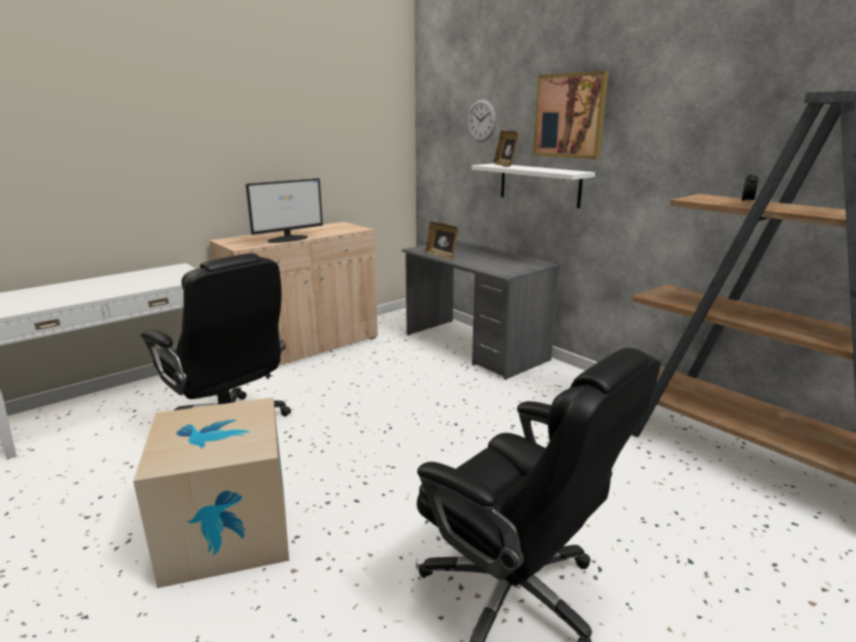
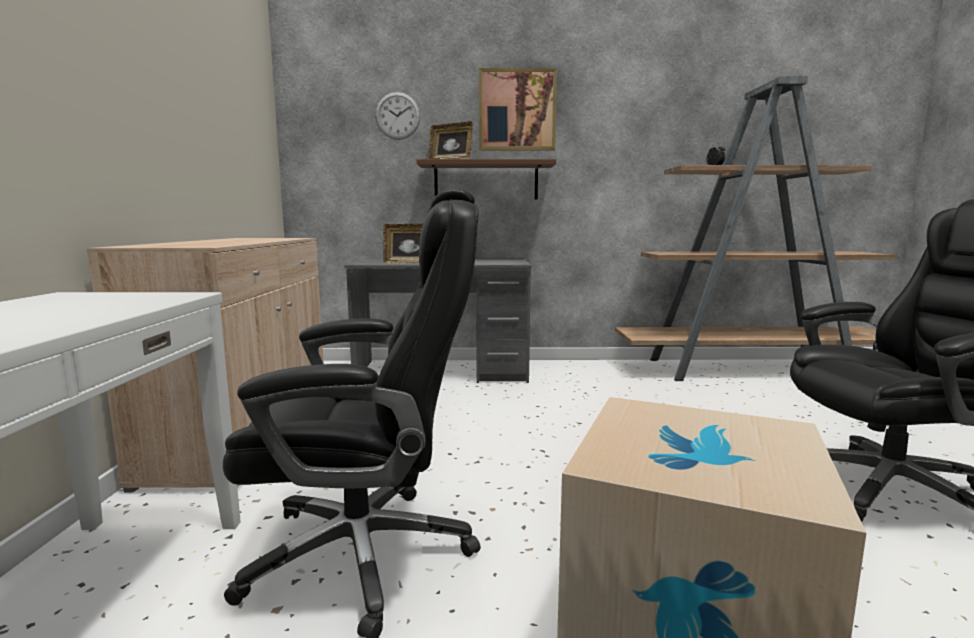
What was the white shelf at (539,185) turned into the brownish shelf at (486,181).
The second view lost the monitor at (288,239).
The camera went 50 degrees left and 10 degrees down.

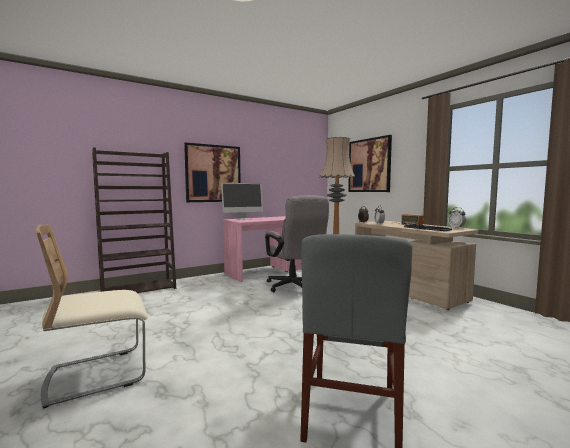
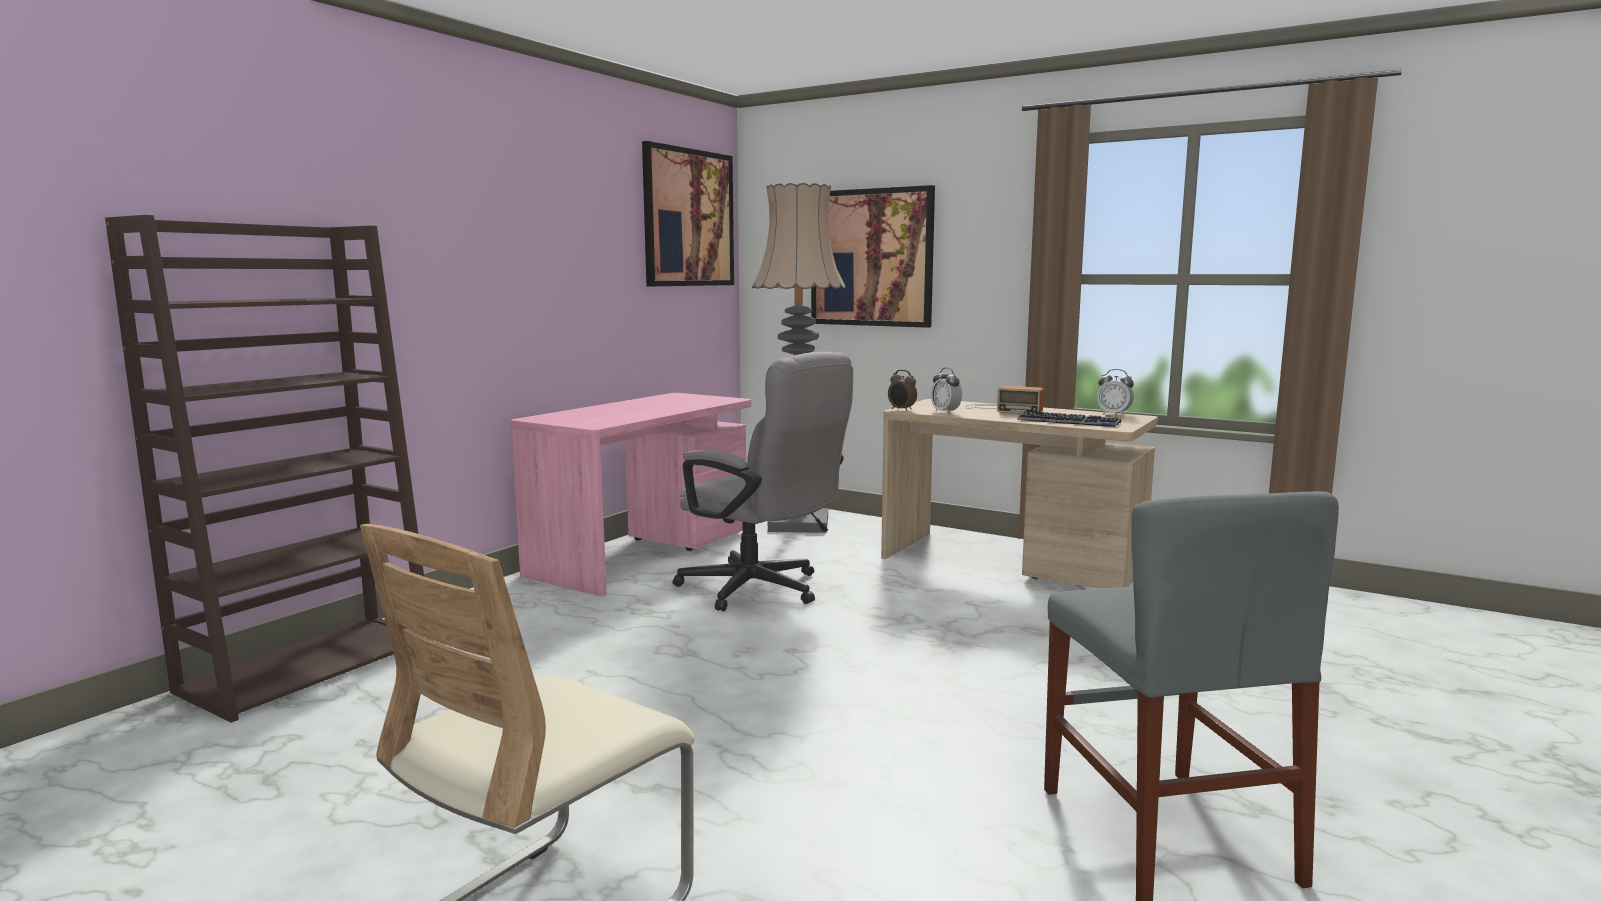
The wall picture ended up elsewhere, having gone from (213,173) to (688,218).
The second view lost the monitor at (243,218).
The camera went 25 degrees left and 5 degrees up.

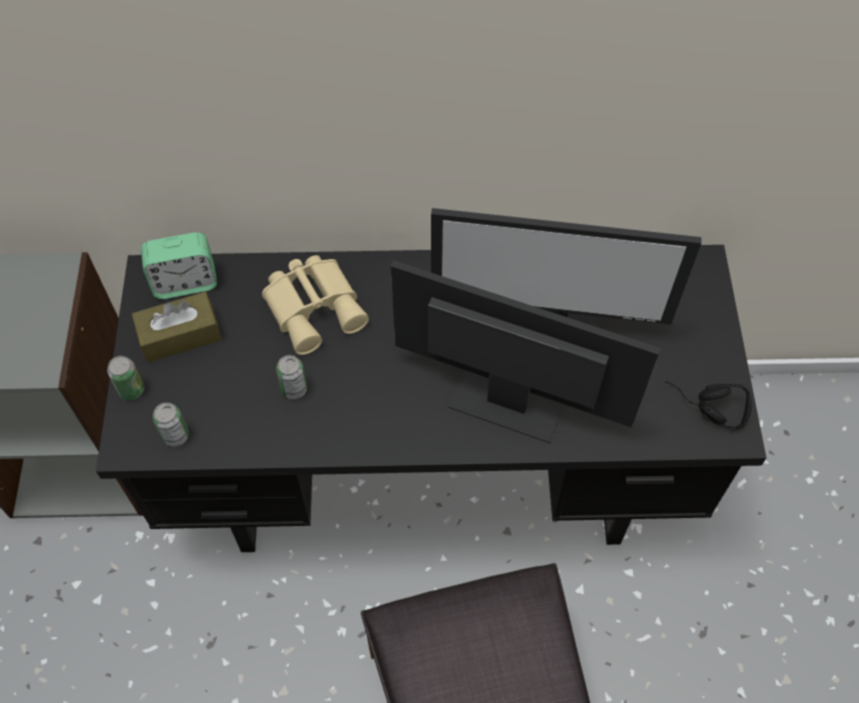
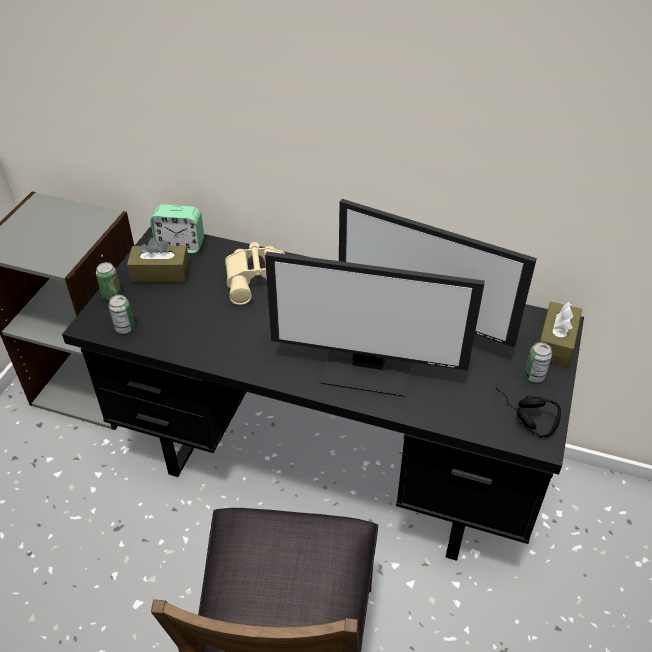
The monitor at (507,400) ended up facing another way, 150 degrees clockwise from before.
The sealed can ended up elsewhere, having gone from (294,389) to (534,376).
The second view gained the brownish box of tissues at (556,343).
The camera went 20 degrees right and 15 degrees down.

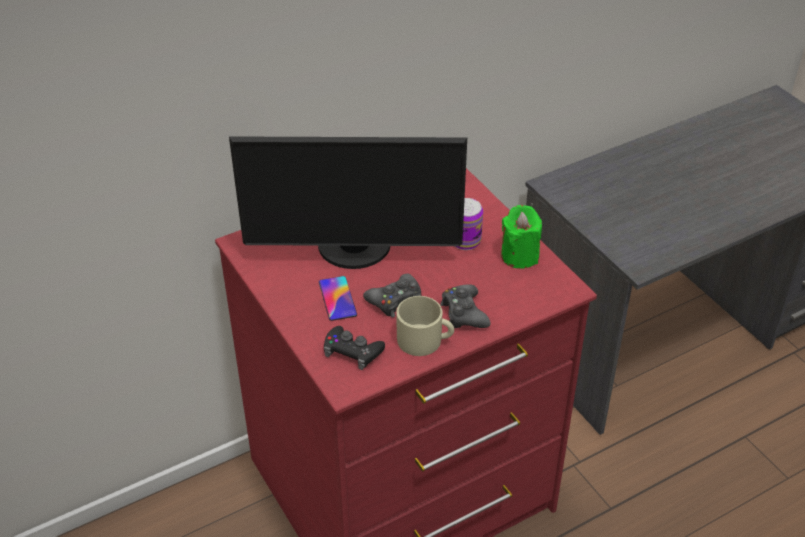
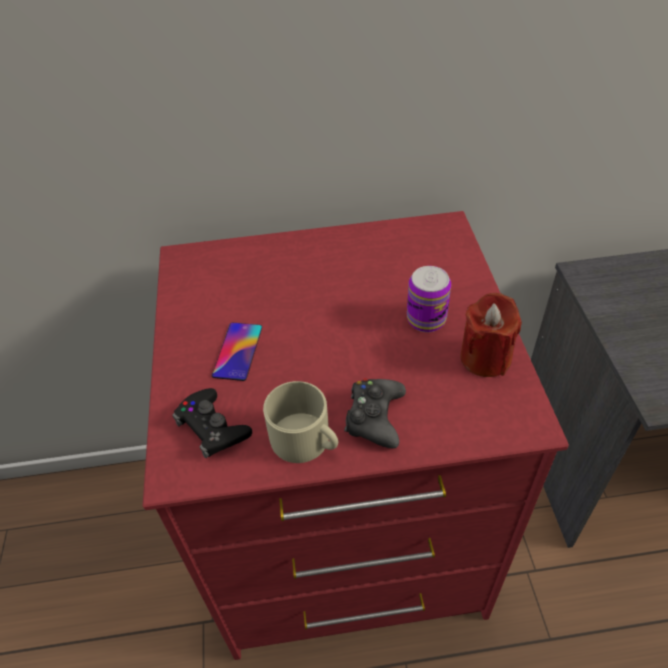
The second view lost the monitor at (354,250).
What was the green-coloured wax candle at (519,256) turned into the red wax candle at (485,357).
The second view lost the black gamepad at (395,300).
The camera went 25 degrees right and 5 degrees up.

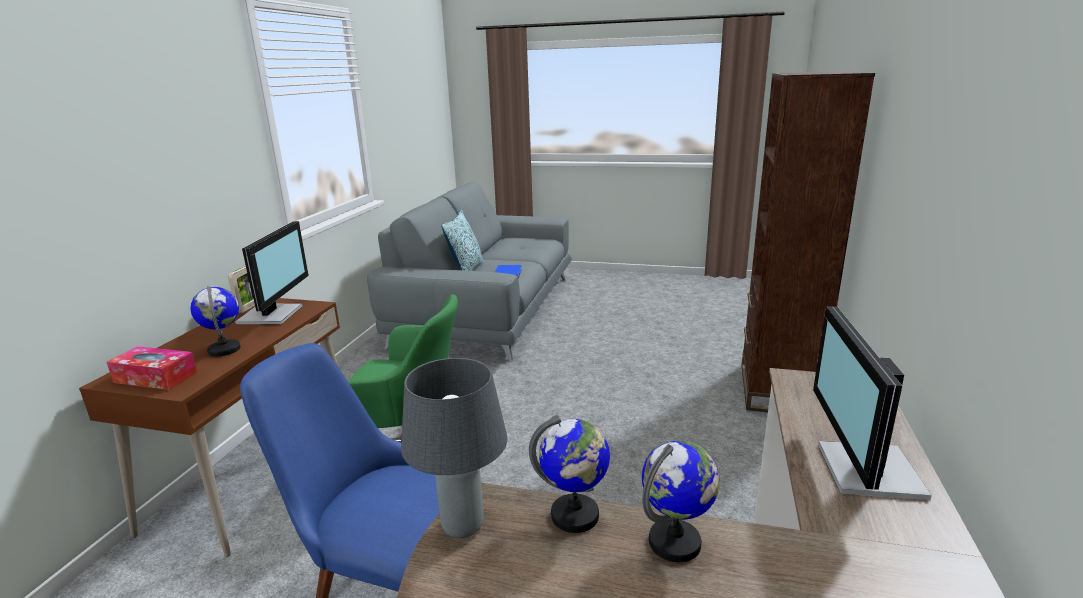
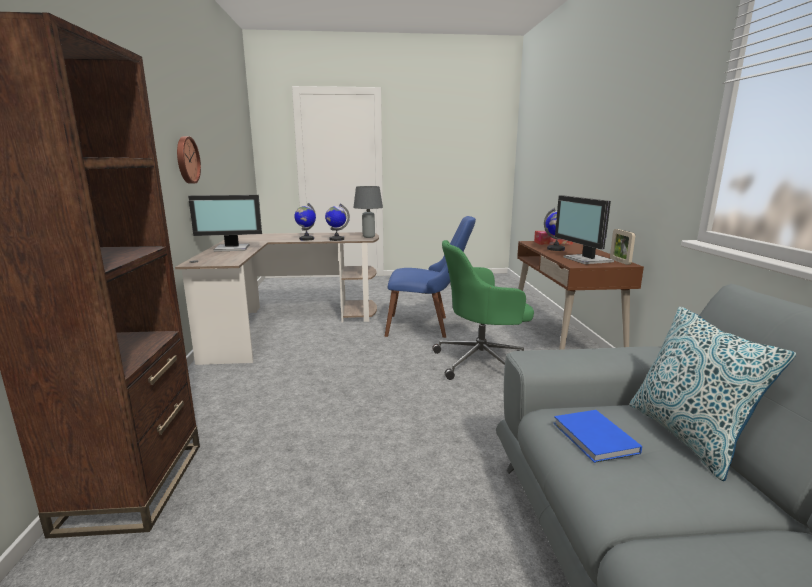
The monitor at (865,471) ended up facing another way, 90 degrees clockwise from before.
The second view gained the wall clock at (186,160).
The camera went 160 degrees right and 5 degrees down.

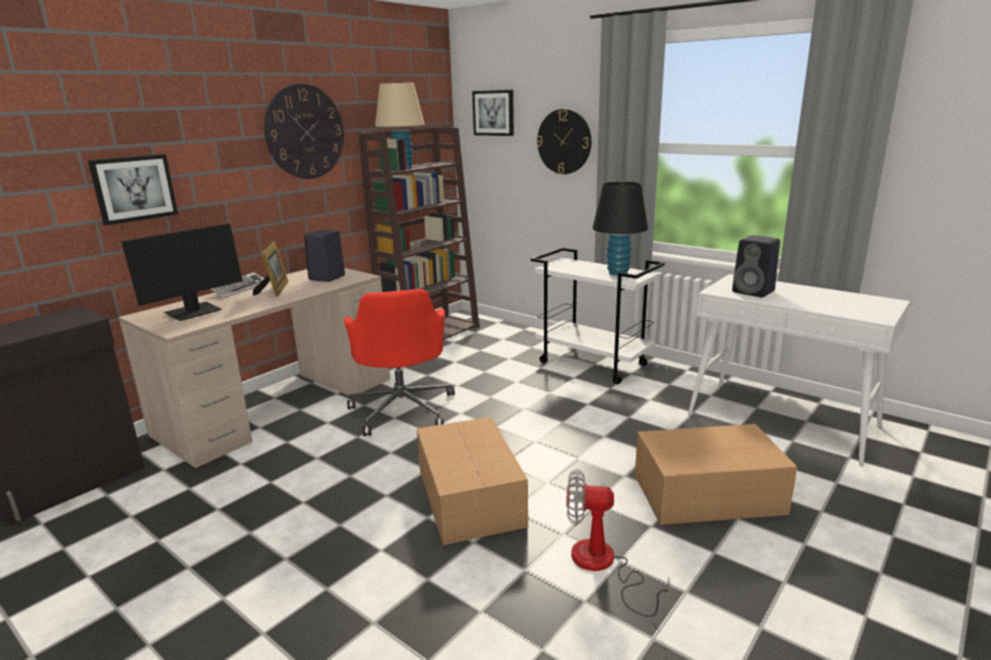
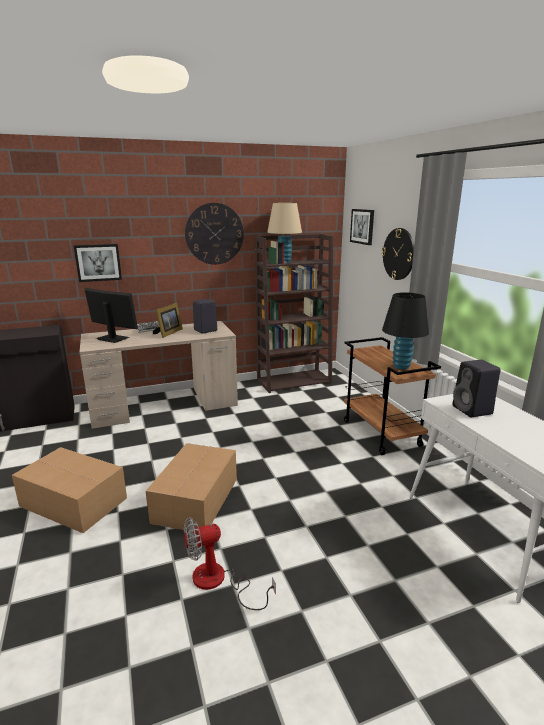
The monitor at (193,312) ended up facing another way, 135 degrees counterclockwise from before.
What was the white trolley at (594,364) turned into the brownish trolley at (382,434).
The second view lost the red computer chair at (403,409).
The cardboard box ended up elsewhere, having gone from (710,494) to (74,503).
The cooling fan at (603,566) ended up facing another way, 60 degrees counterclockwise from before.
The camera went 30 degrees right and 0 degrees up.

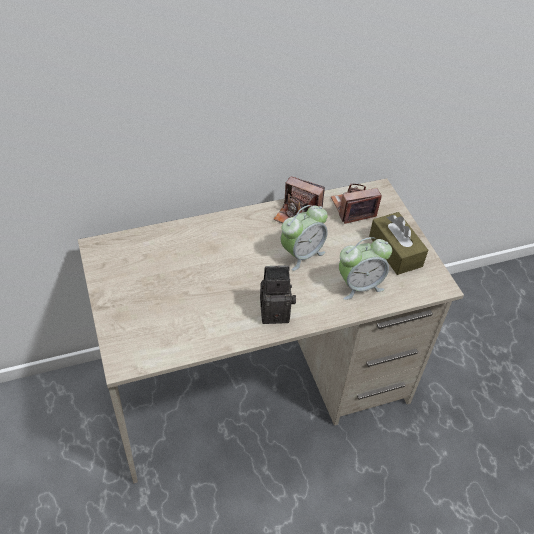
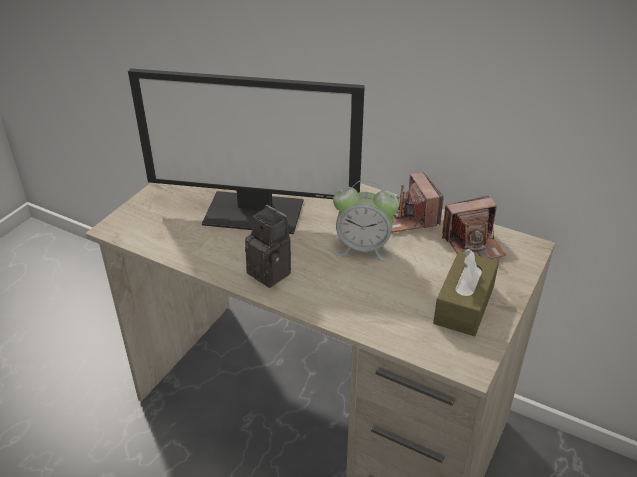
The photo camera at (352,208) ended up facing another way, 135 degrees clockwise from before.
The second view lost the alarm clock at (359,285).
The second view gained the monitor at (255,211).
The camera went 50 degrees right and 10 degrees down.

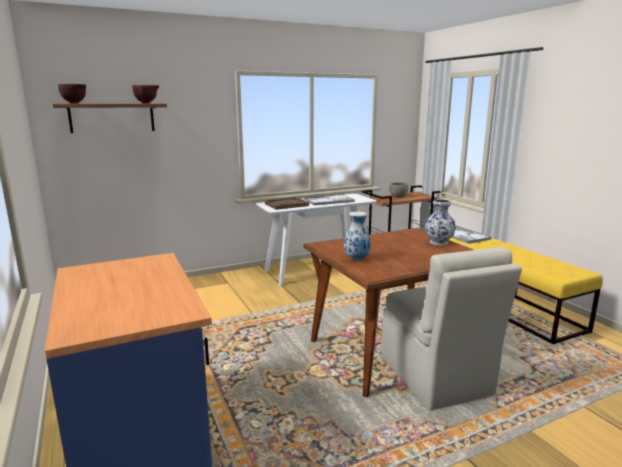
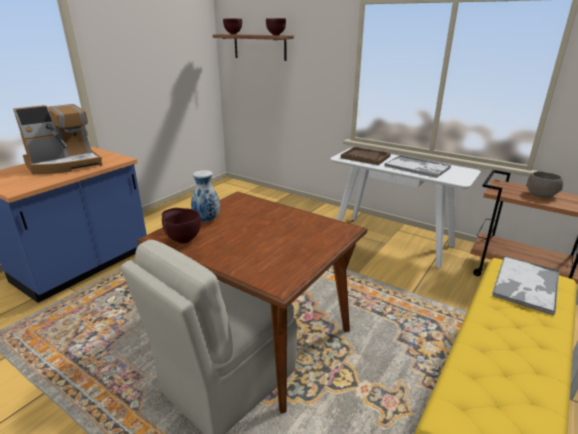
The second view lost the vase at (439,242).
The second view gained the coffee brewer at (65,164).
The second view gained the brownish serving bowl at (182,240).
The camera went 60 degrees right and 10 degrees up.

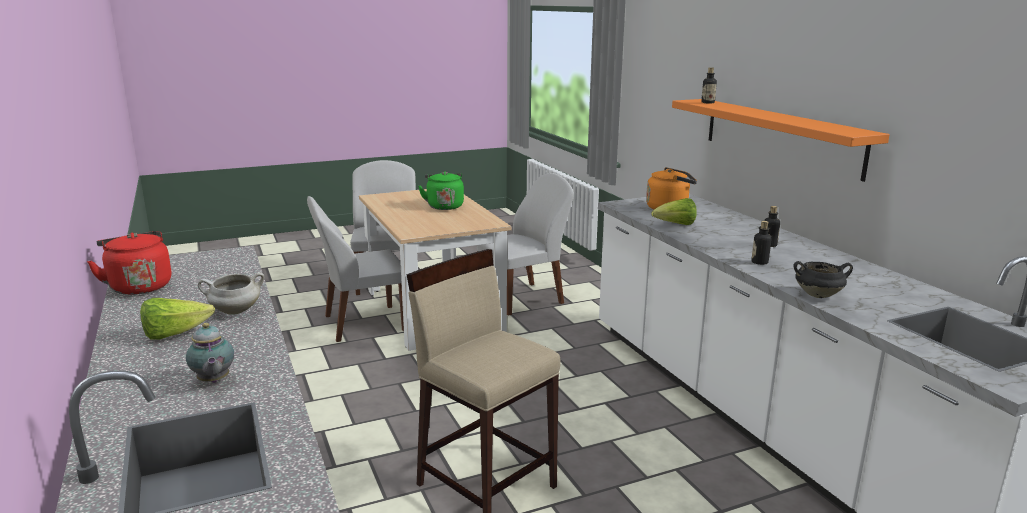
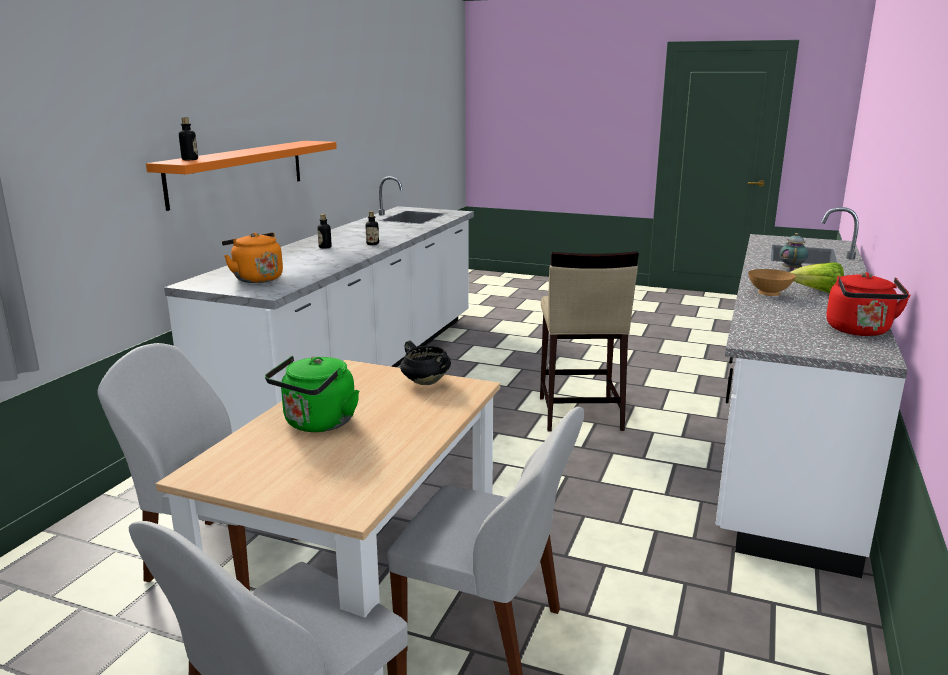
The second view lost the lettuce at (675,225).
The black stockpot ended up elsewhere, having gone from (818,295) to (424,382).
Where the white stockpot stood at (235,312), the brownish serving bowl came to stand at (769,294).
The camera went 135 degrees left and 0 degrees up.

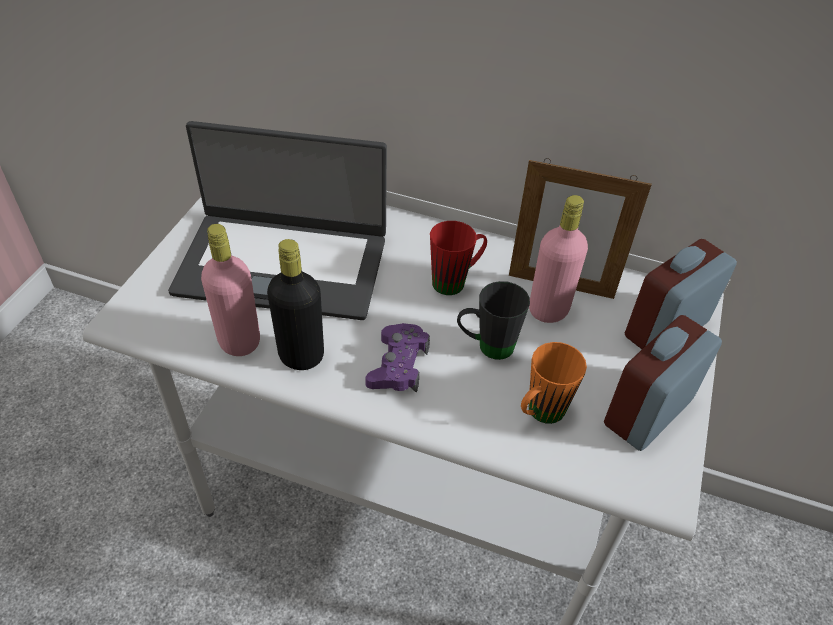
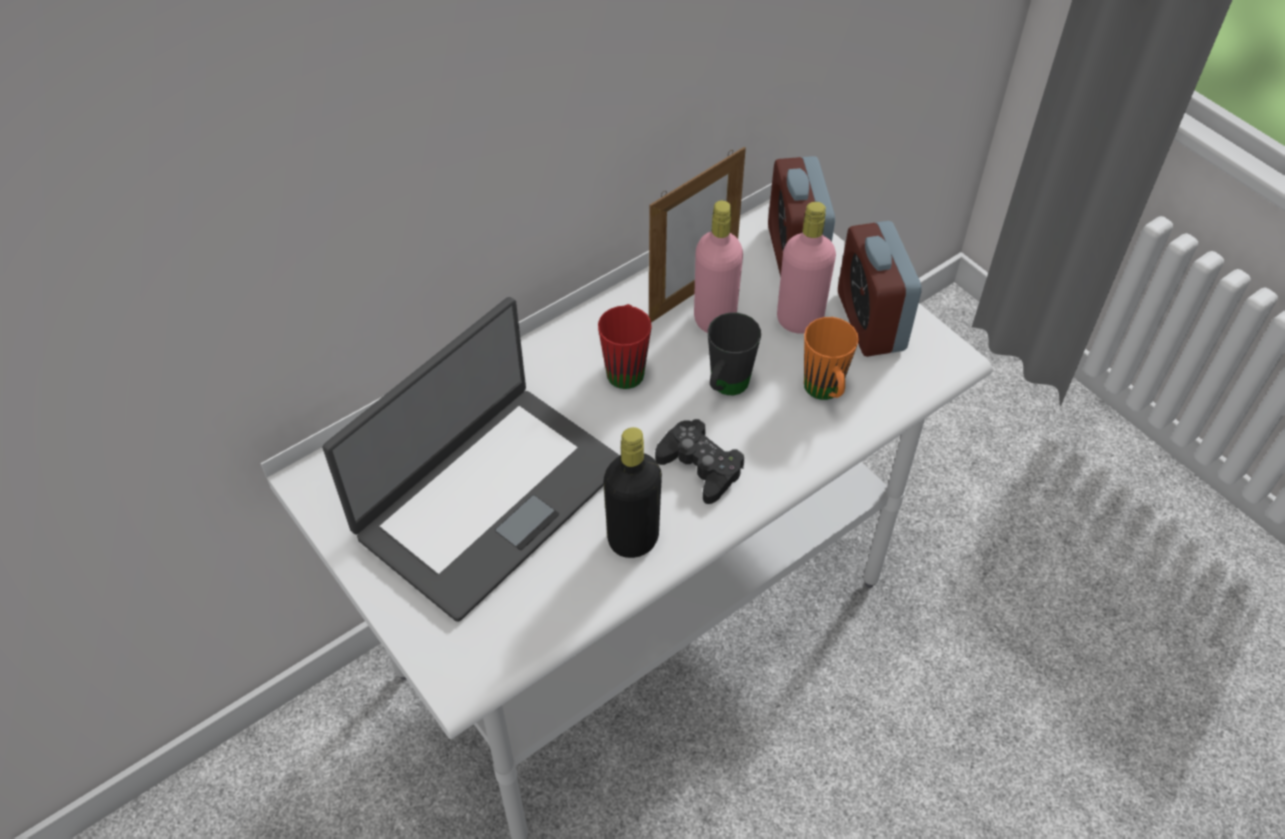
The pink-coloured drink bottle ended up elsewhere, having gone from (239,341) to (799,320).
What was the purplish gamepad at (398,365) turned into the black gamepad at (700,466).
The camera went 55 degrees left and 5 degrees up.

